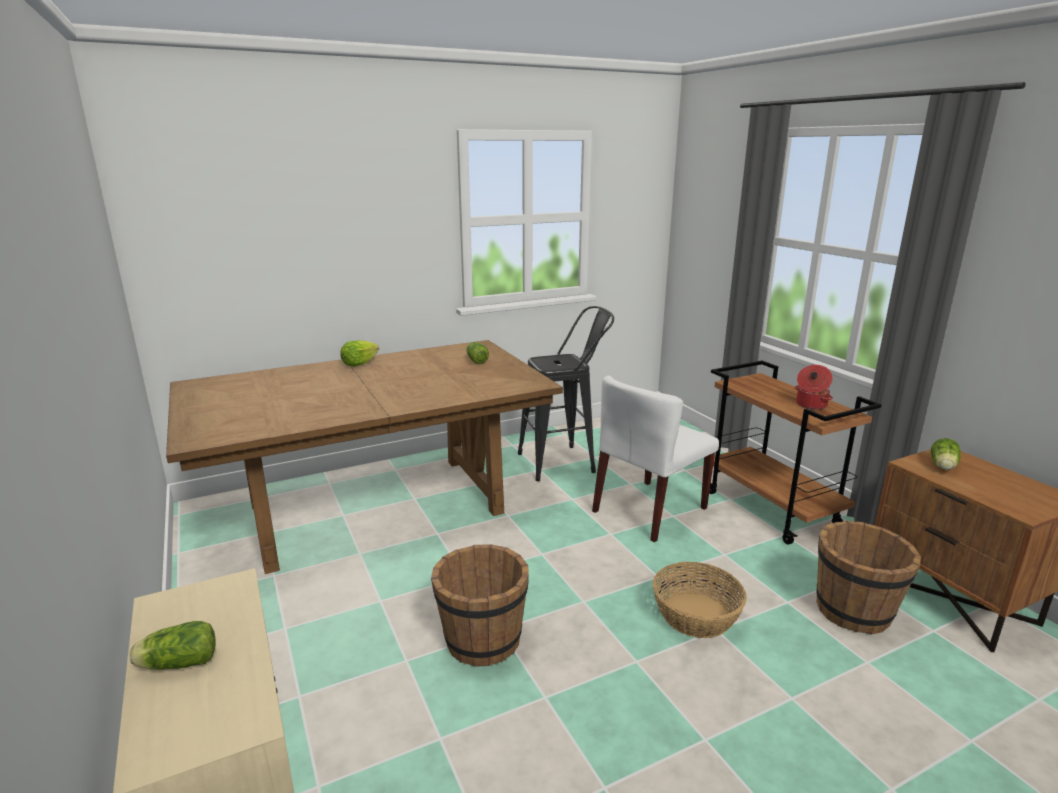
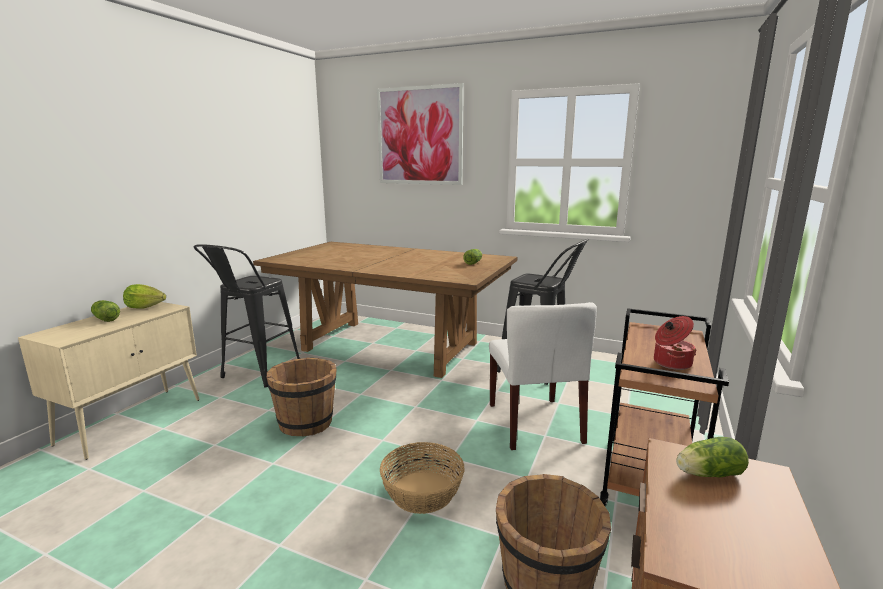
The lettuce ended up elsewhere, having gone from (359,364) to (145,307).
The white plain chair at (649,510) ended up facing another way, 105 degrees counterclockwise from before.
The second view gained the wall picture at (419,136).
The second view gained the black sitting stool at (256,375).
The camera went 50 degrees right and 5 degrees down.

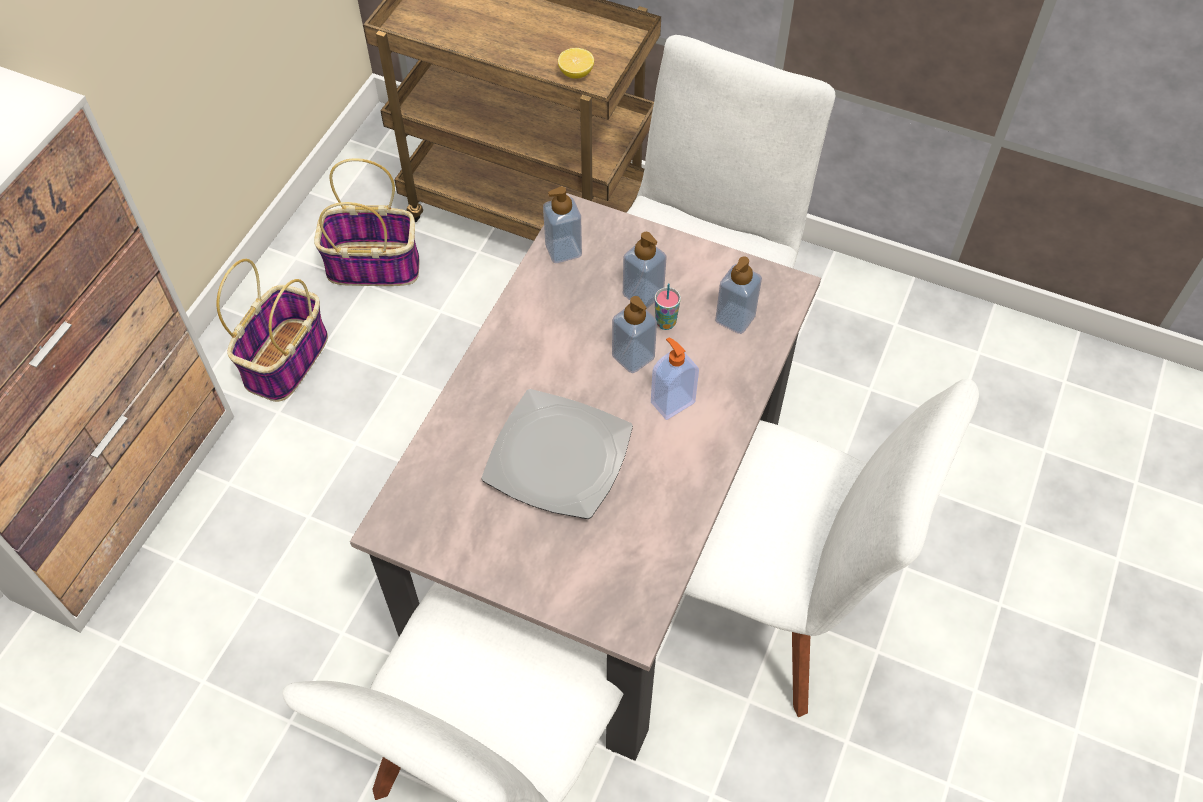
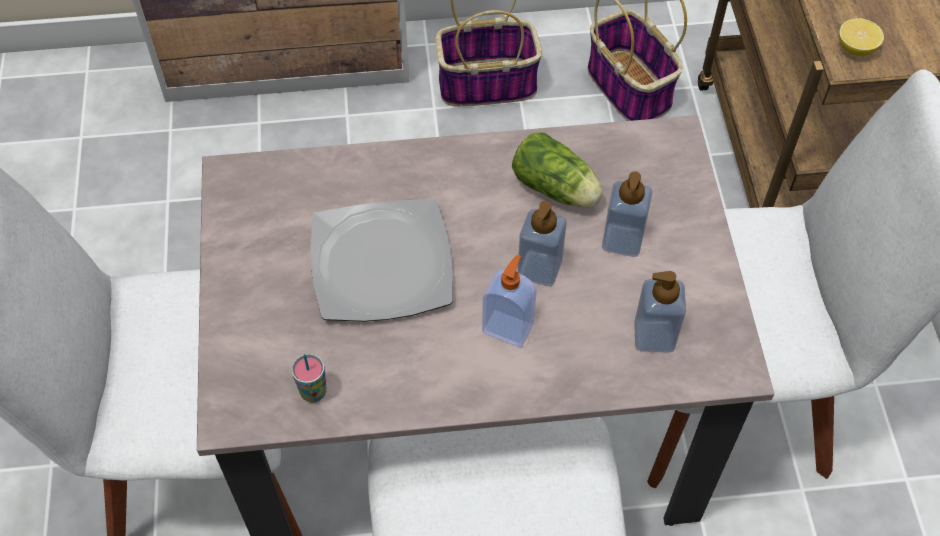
The second view lost the soap bottle at (563,250).
The cup ended up elsewhere, having gone from (665,323) to (313,392).
The second view gained the lettuce at (557,189).
The camera went 60 degrees right and 0 degrees up.

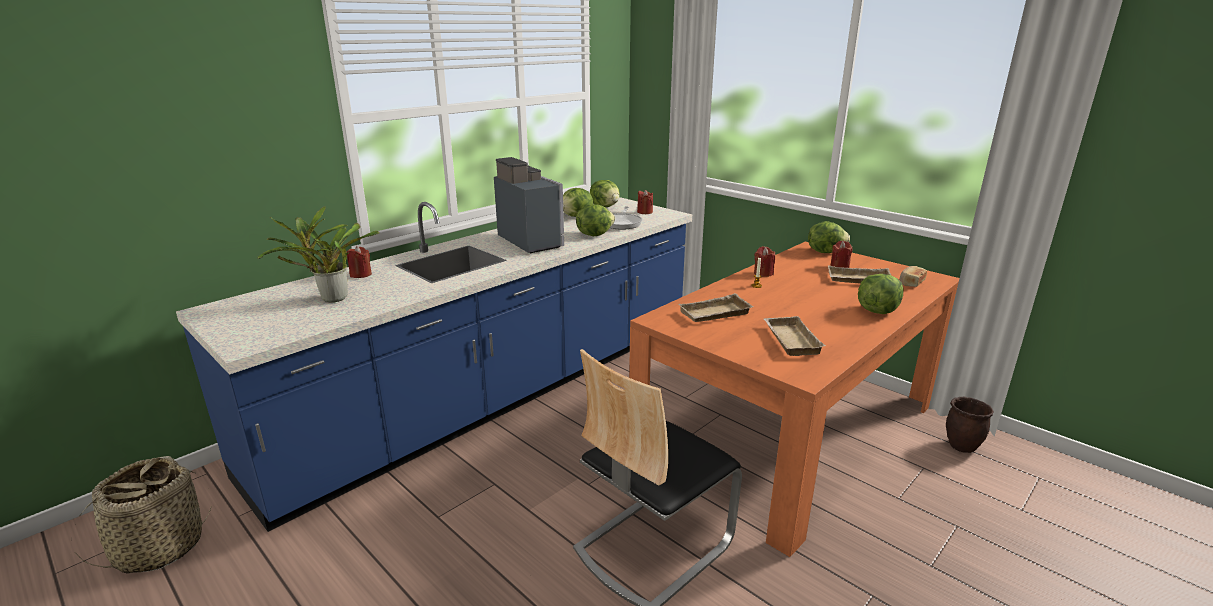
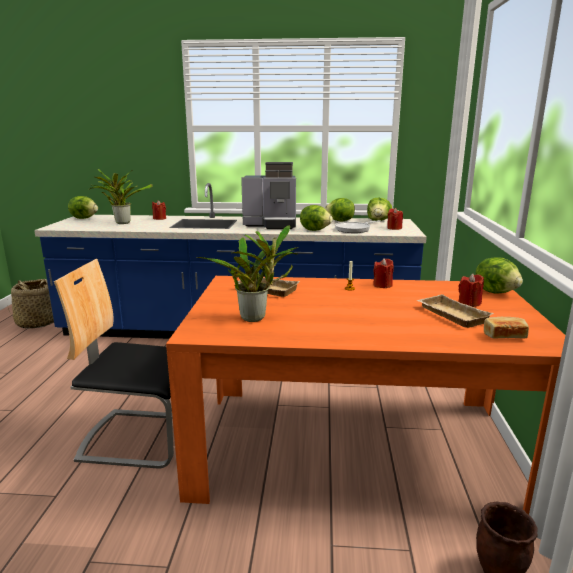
The coffee brewer at (533,241) ended up facing another way, 75 degrees clockwise from before.
The lettuce ended up elsewhere, having gone from (877,310) to (84,218).
Where the sand-coloured carrying tray stood at (789,340), the potted plant came to stand at (257,317).
The camera went 50 degrees right and 5 degrees down.

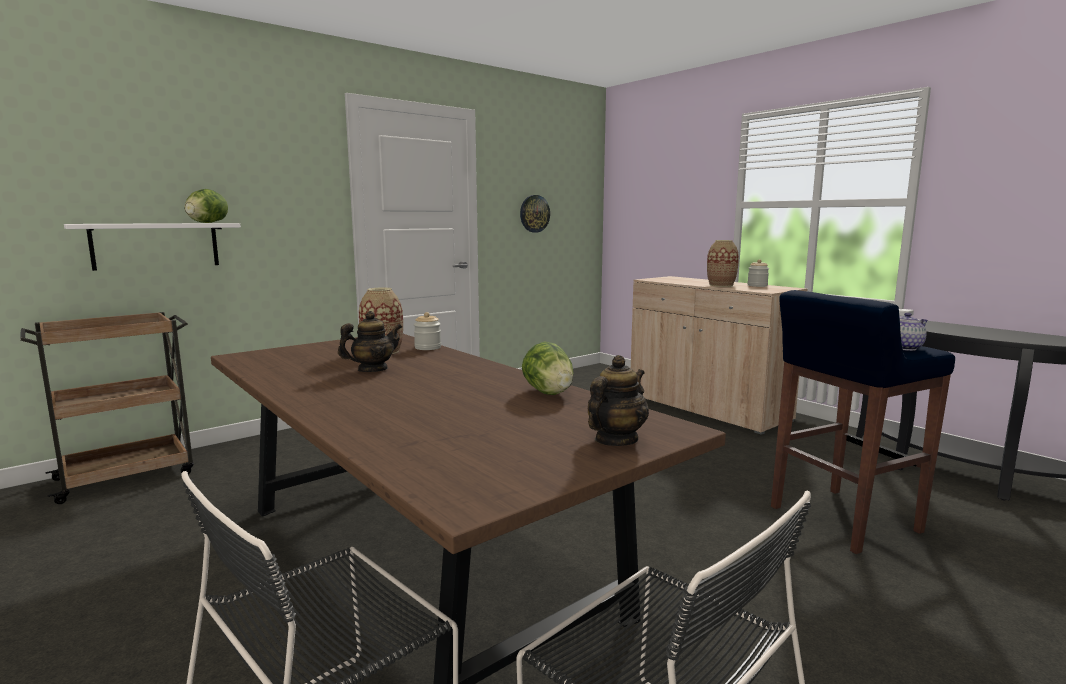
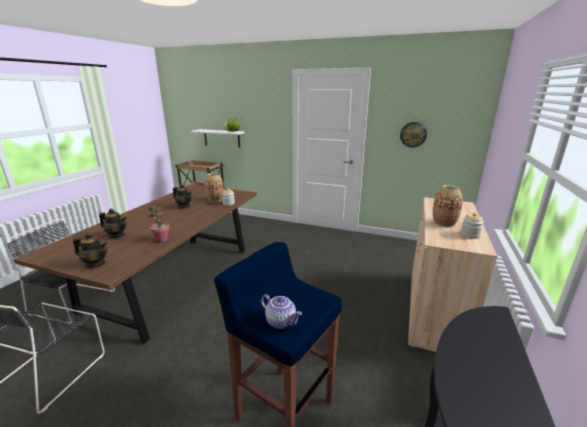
Where the lettuce stood at (549,393), the potted plant came to stand at (161,239).
The second view gained the teapot at (116,235).
The camera went 60 degrees right and 10 degrees up.

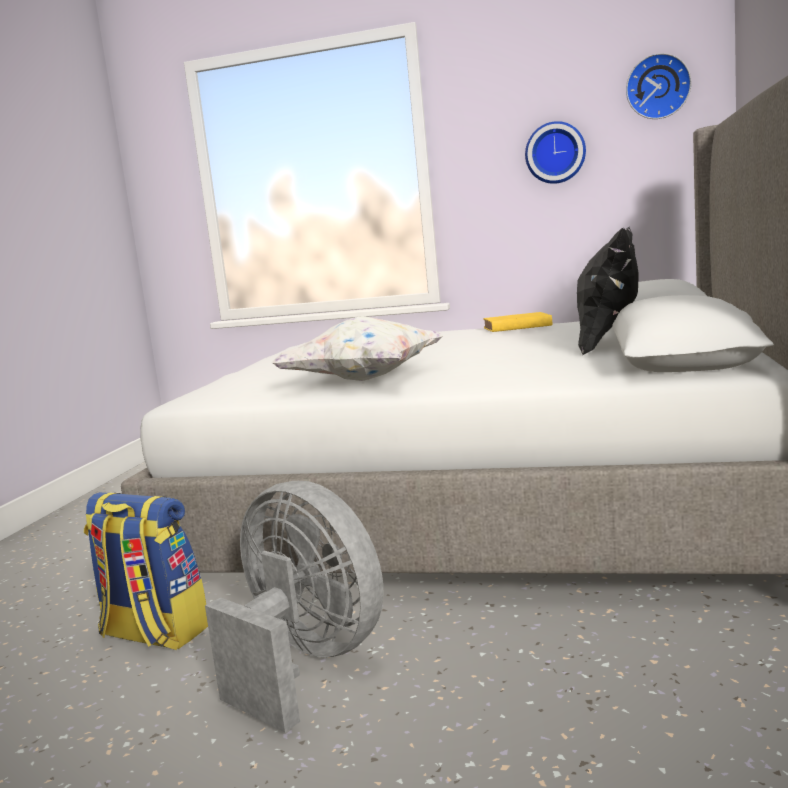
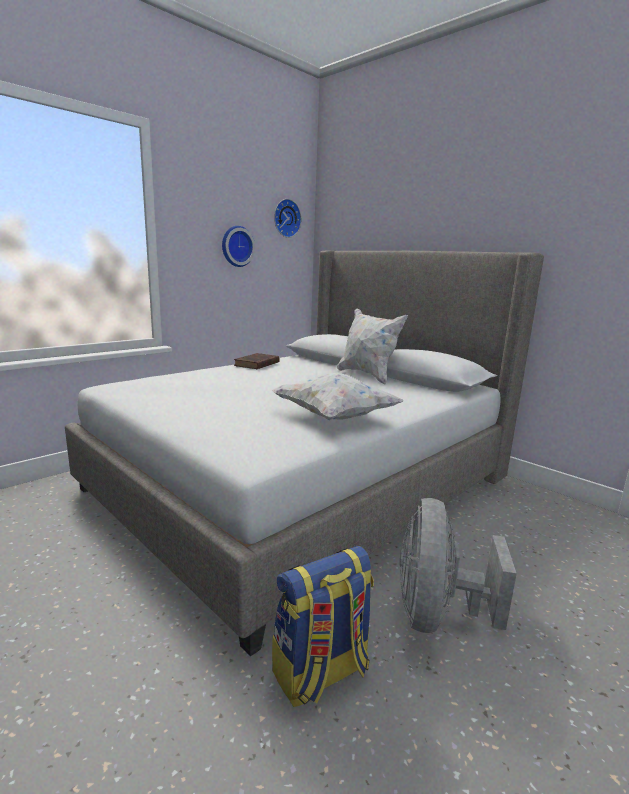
What was the black pillow at (610,344) turned into the white pillow at (367,375).
What was the yellowish book at (515,327) turned into the brownish book at (256,364).
The gray cooling fan at (306,663) ended up facing another way, 60 degrees counterclockwise from before.
The camera went 60 degrees left and 5 degrees up.

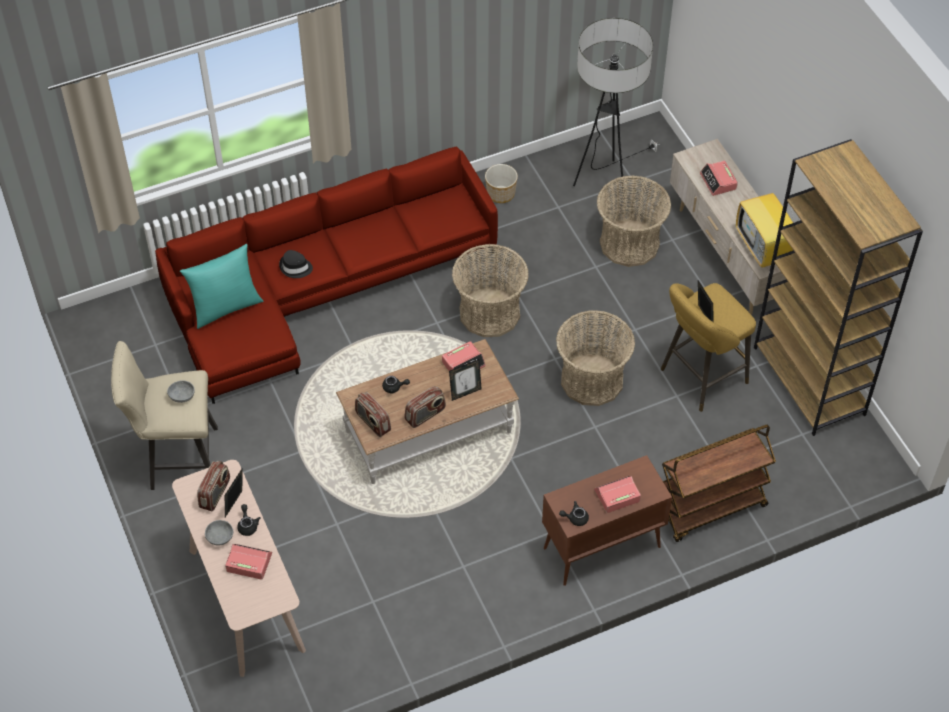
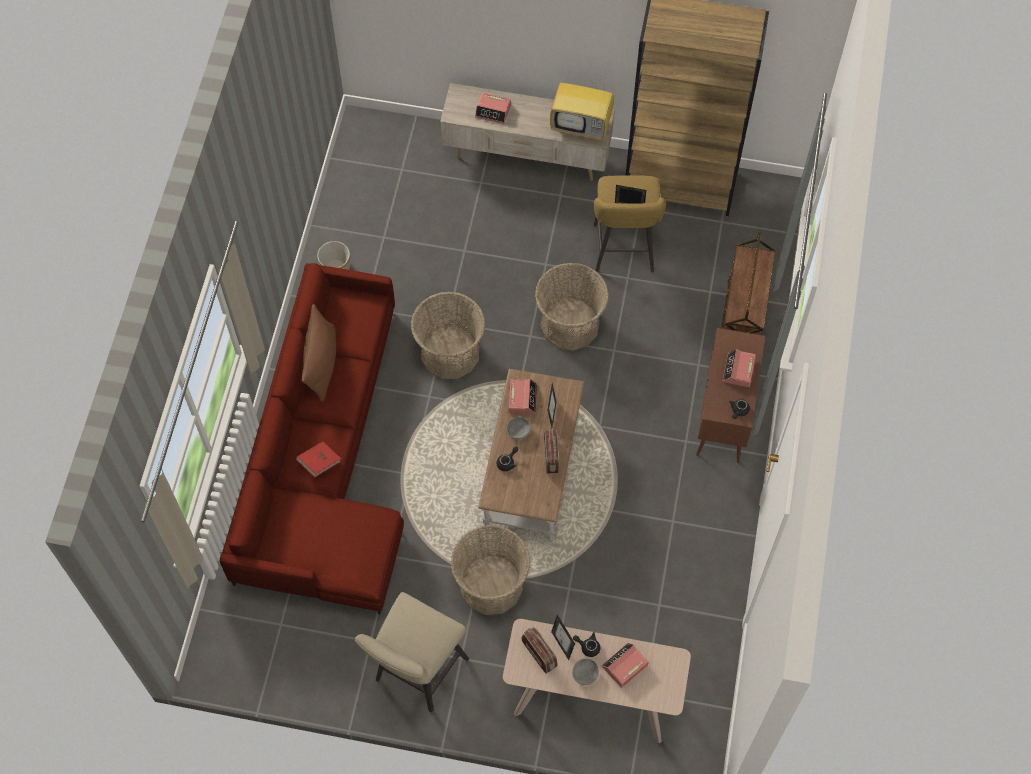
The second view lost the floor lamp at (606,183).
The household basket ended up elsewhere, having gone from (629,243) to (491,584).
The second view lost the turquoise-coloured pillow at (226,307).
Where the black wearable hat stood at (295,267), the red book came to stand at (319,463).
The gray serving bowl ended up elsewhere, having gone from (182,396) to (518,431).
The second view lost the radio receiver at (373,422).
The second view gained the brownish pillow at (321,363).
The camera went 55 degrees left and 10 degrees up.

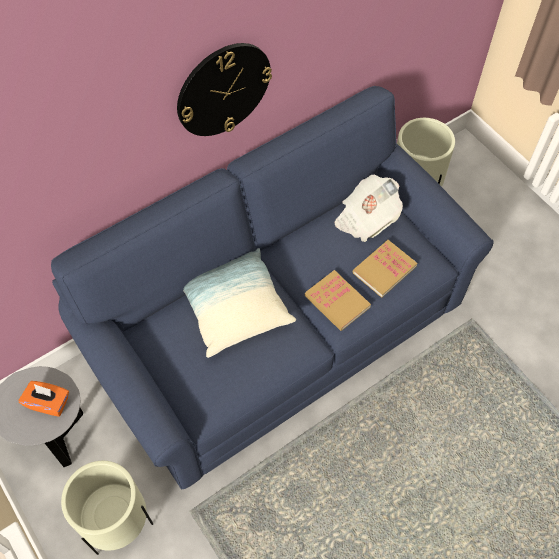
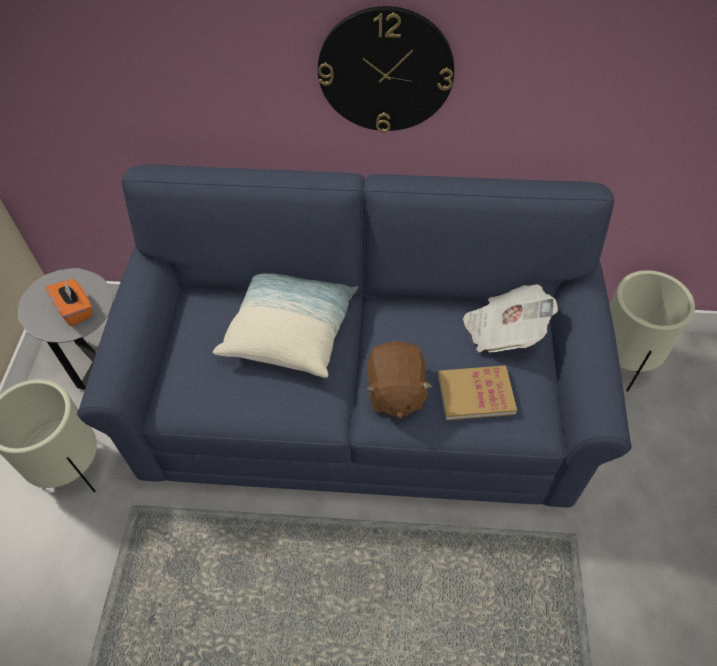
Where the book stood at (337,301), the brownish plush toy came to stand at (395,392).
The camera went 40 degrees right and 5 degrees down.

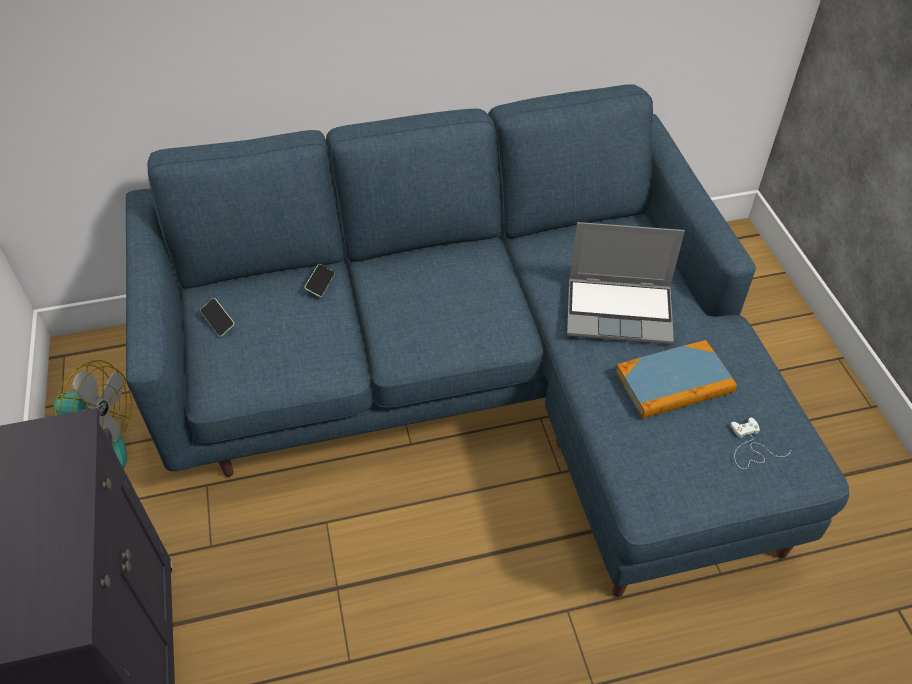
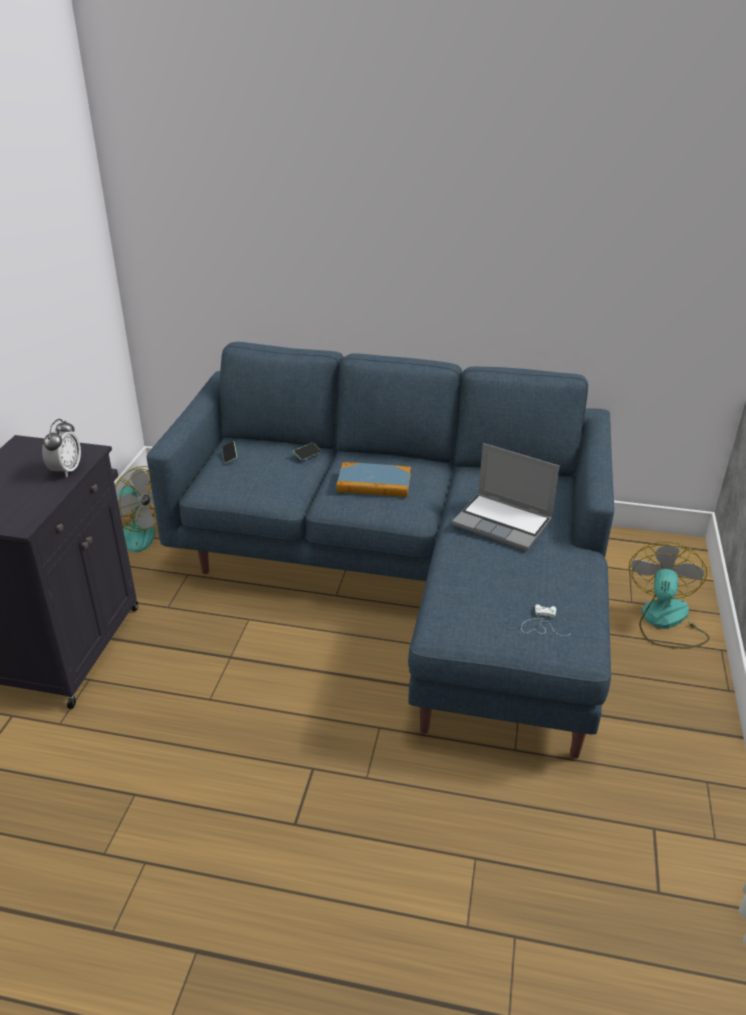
The book ended up elsewhere, having gone from (674,383) to (374,483).
The second view gained the alarm clock at (66,470).
The second view gained the cooling fan at (664,622).
The camera went 25 degrees right and 15 degrees down.

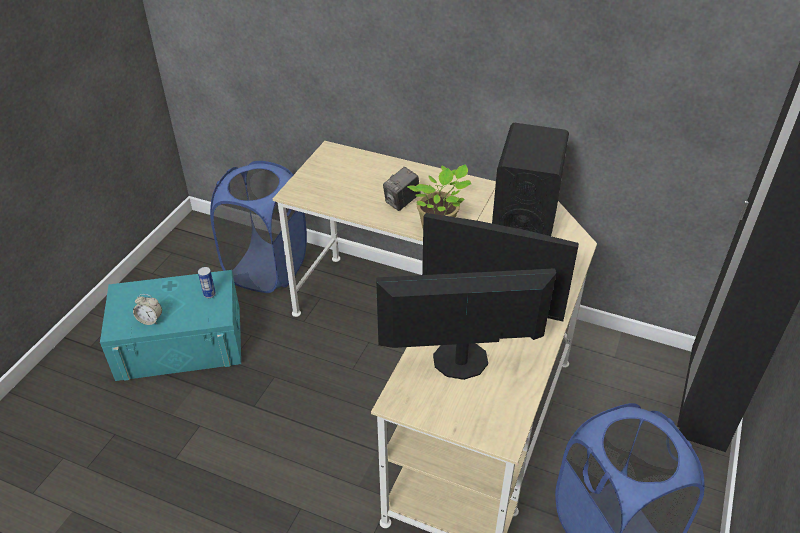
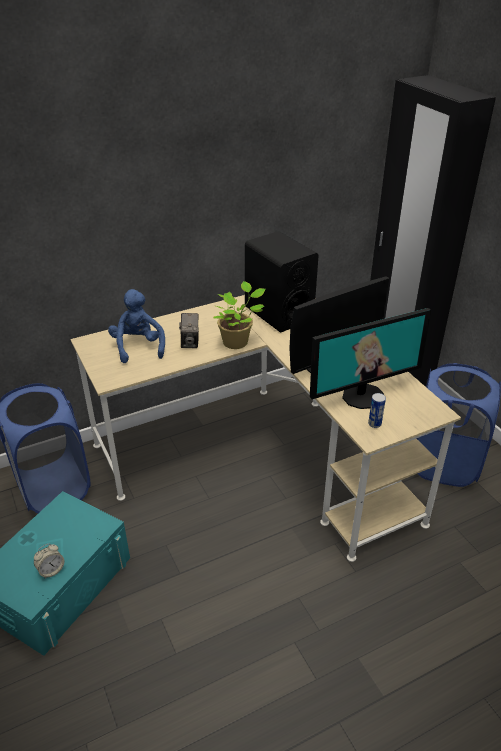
The sealed can ended up elsewhere, having gone from (209,294) to (374,424).
The monitor at (460,360) ended up facing another way, 150 degrees counterclockwise from before.
The second view gained the bluish plush toy at (138,347).
The camera went 50 degrees left and 5 degrees down.

